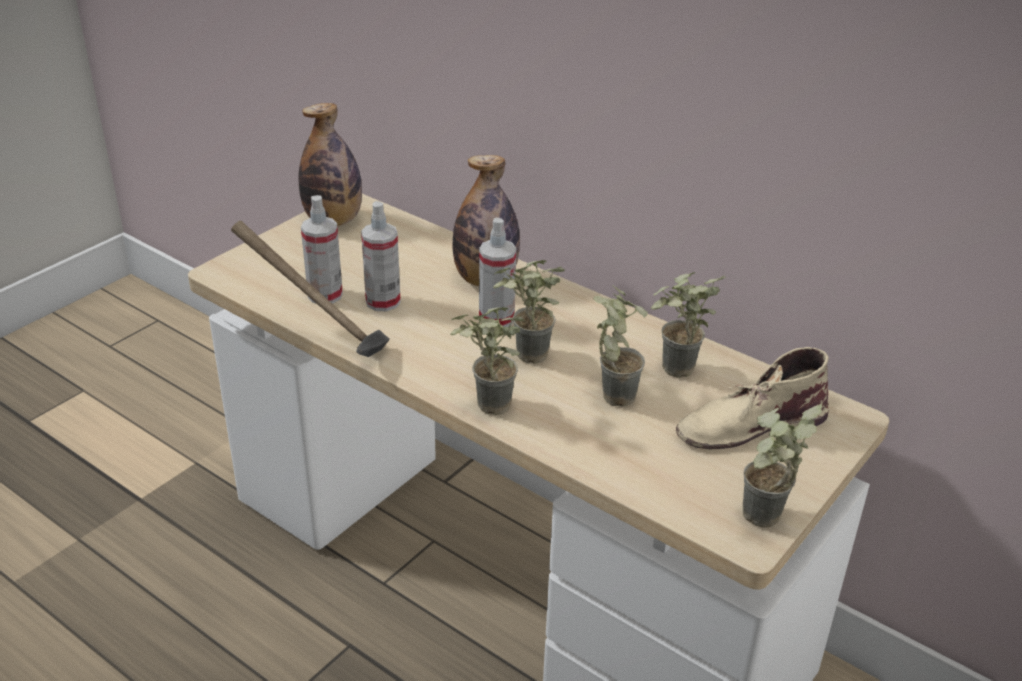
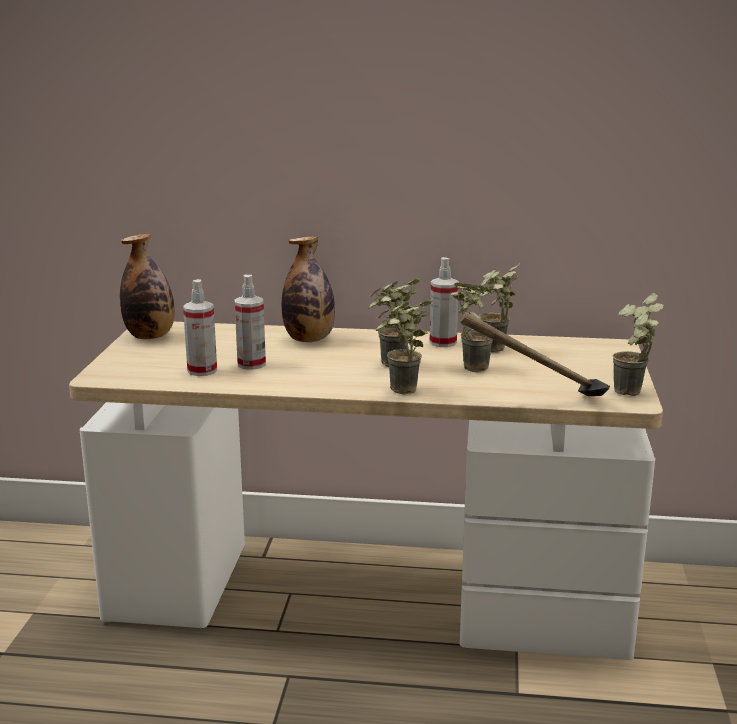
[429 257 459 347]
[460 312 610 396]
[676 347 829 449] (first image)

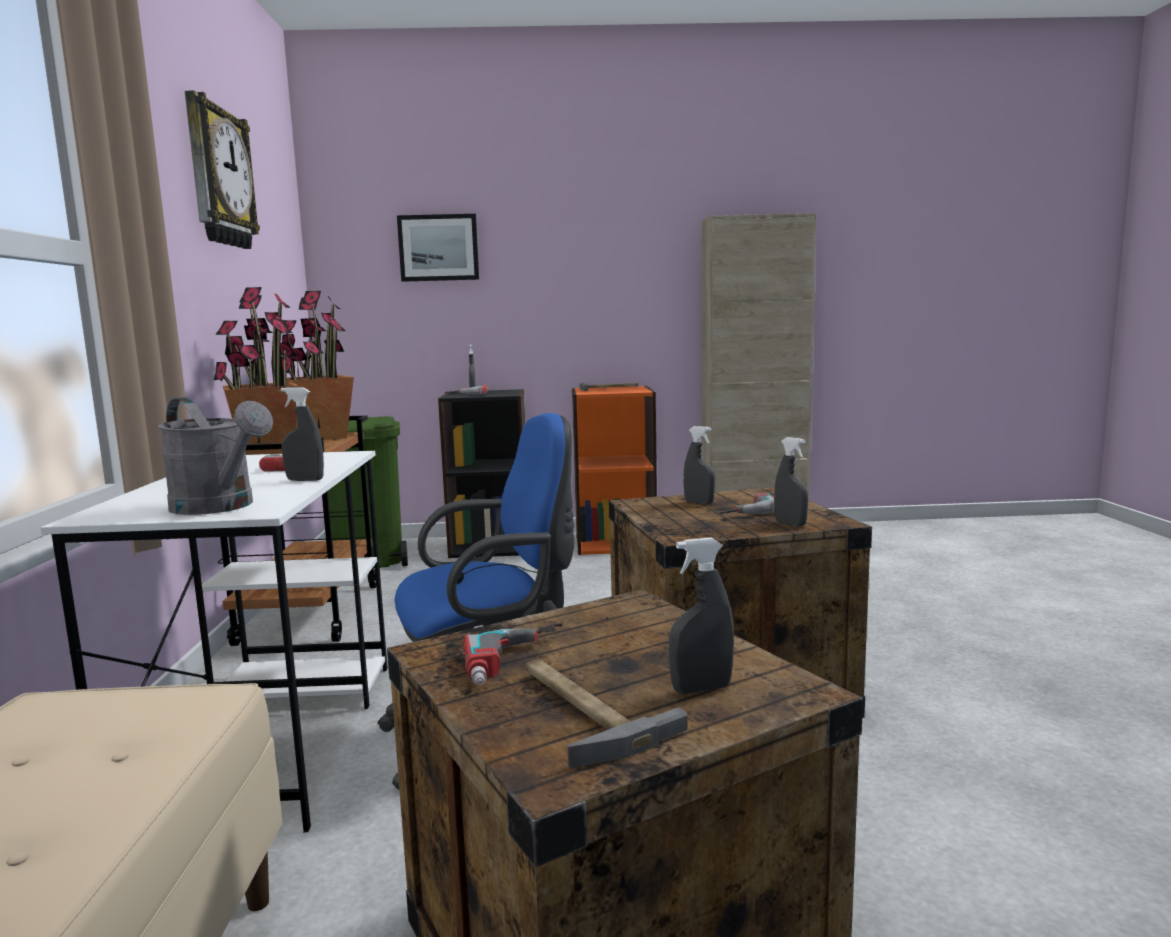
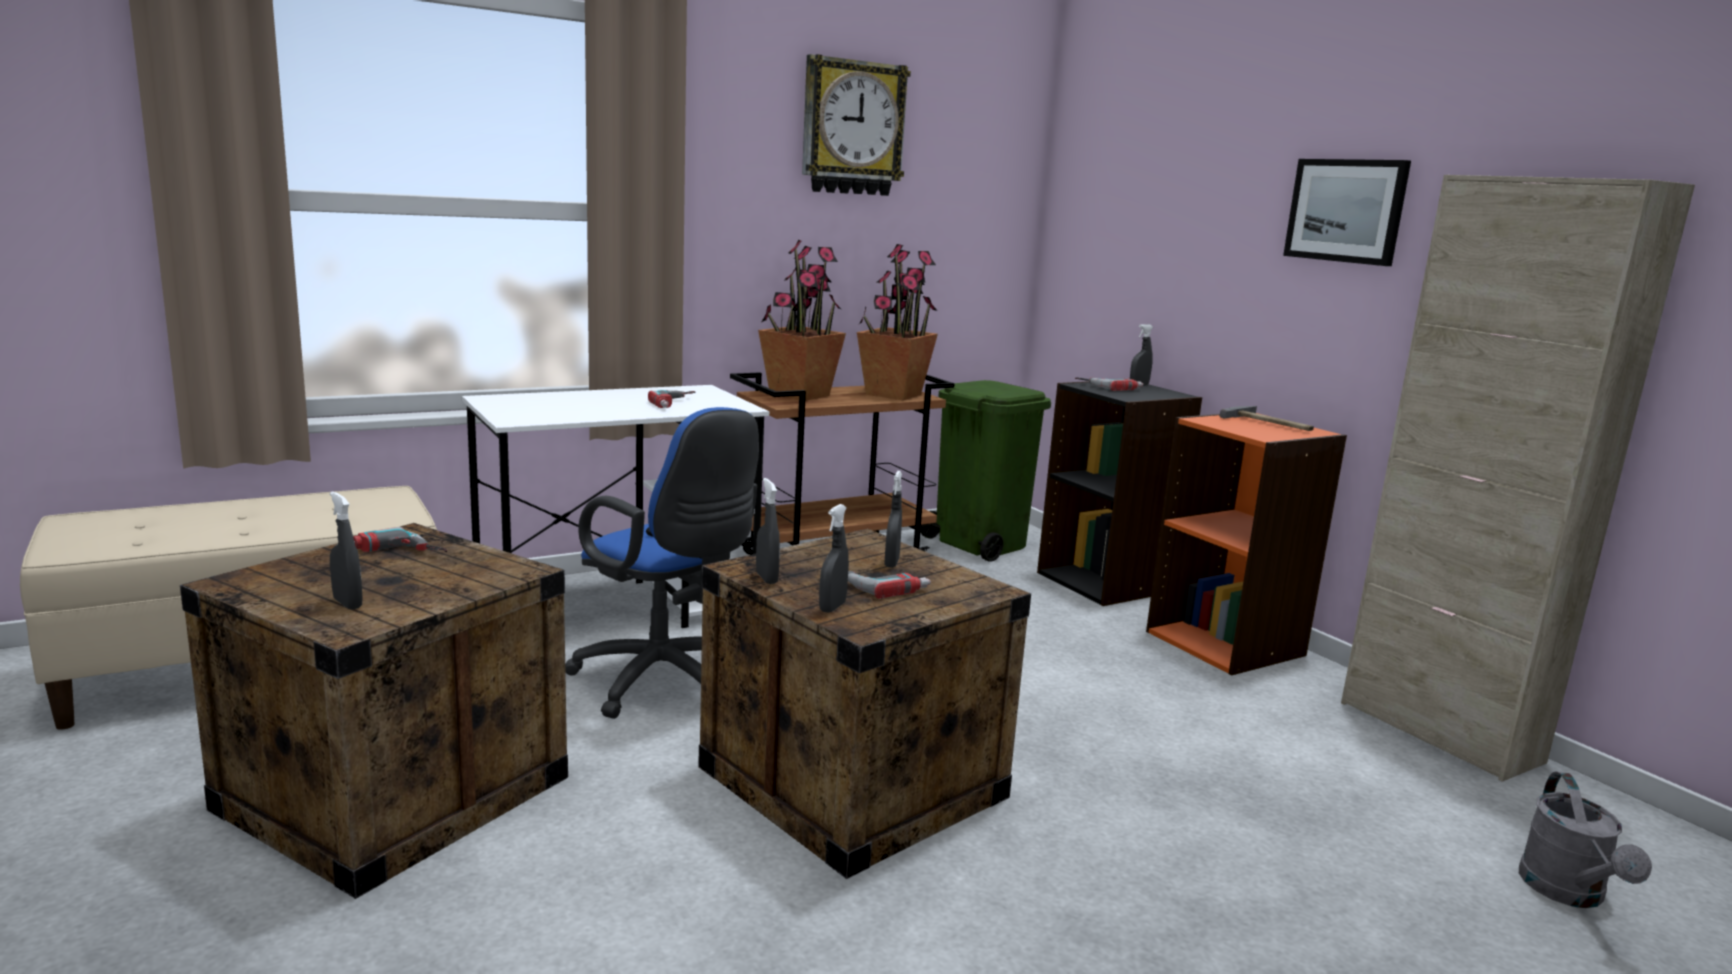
[756 478 780 584]
[1283 159 1411 266]
[1519 772 1652 908]
[525 659 688 768] (first image)

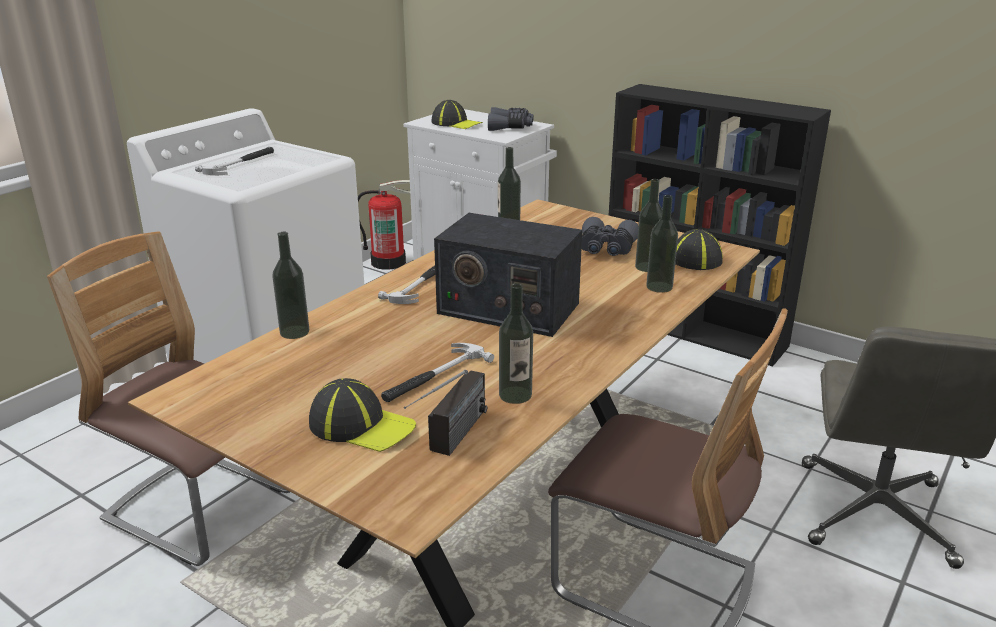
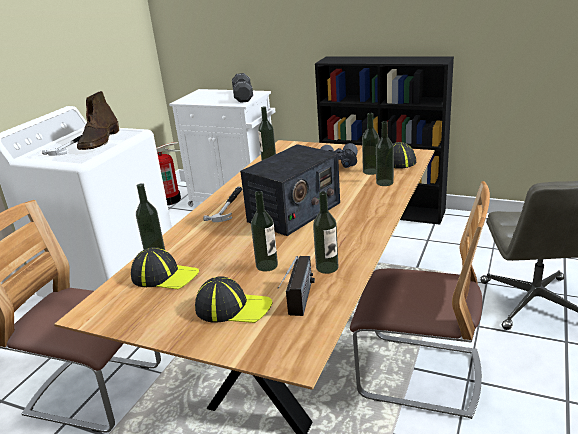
[77 91 119 150]
[131 247 199 289]
[232 73 253 103]
[240 144 340 236]
[251 191 278 272]

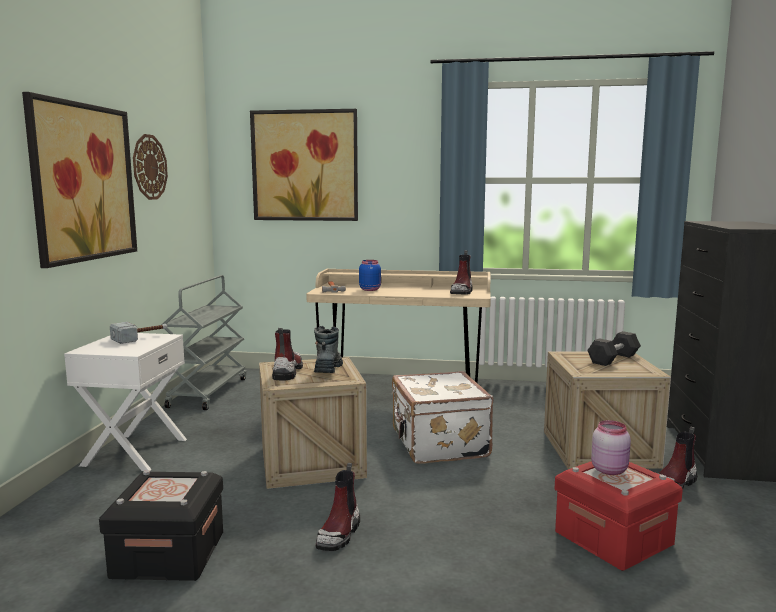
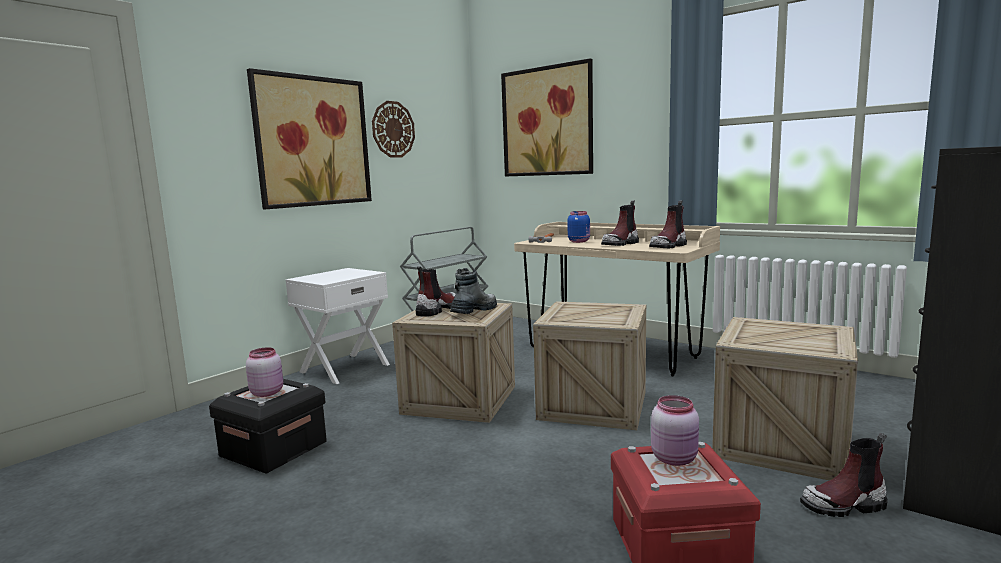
[246 347 283 397]
[533 301 646 430]
[601 201 639 246]
[110 322 167 344] (first image)
[587 331 641 366] (first image)

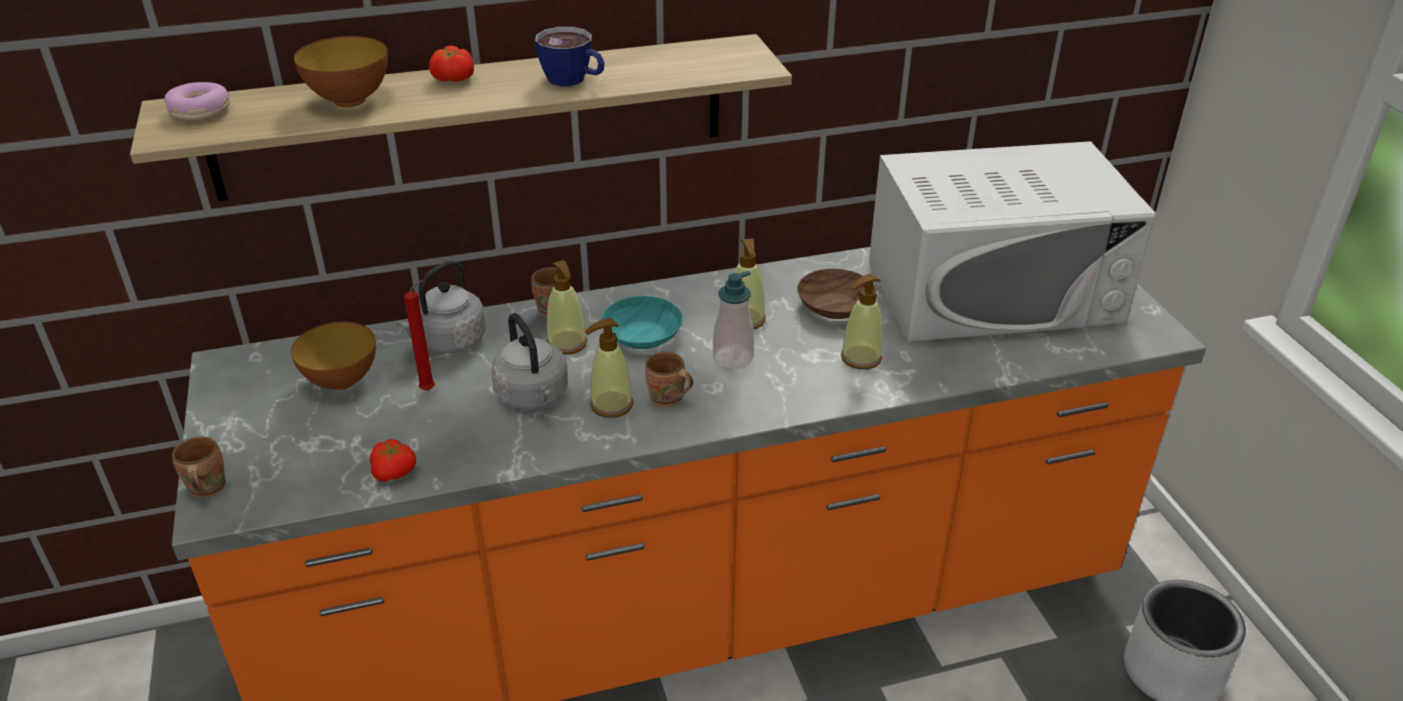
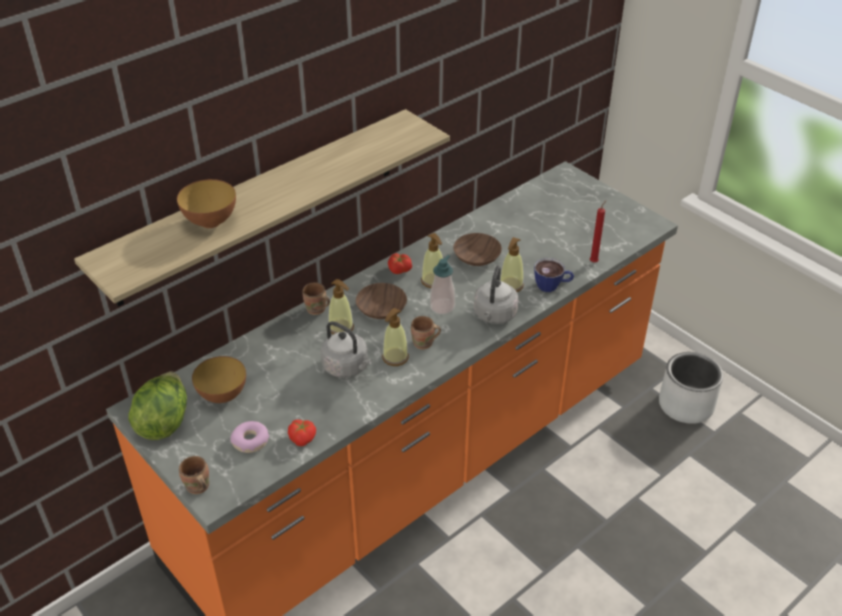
[128 371 187 440]
[230 421 269 453]
[356 283 407 319]
[388 253 412 274]
[474 266 518 324]
[534 258 574 292]
[590 201 606 263]
[869 141 1156 342] (first image)

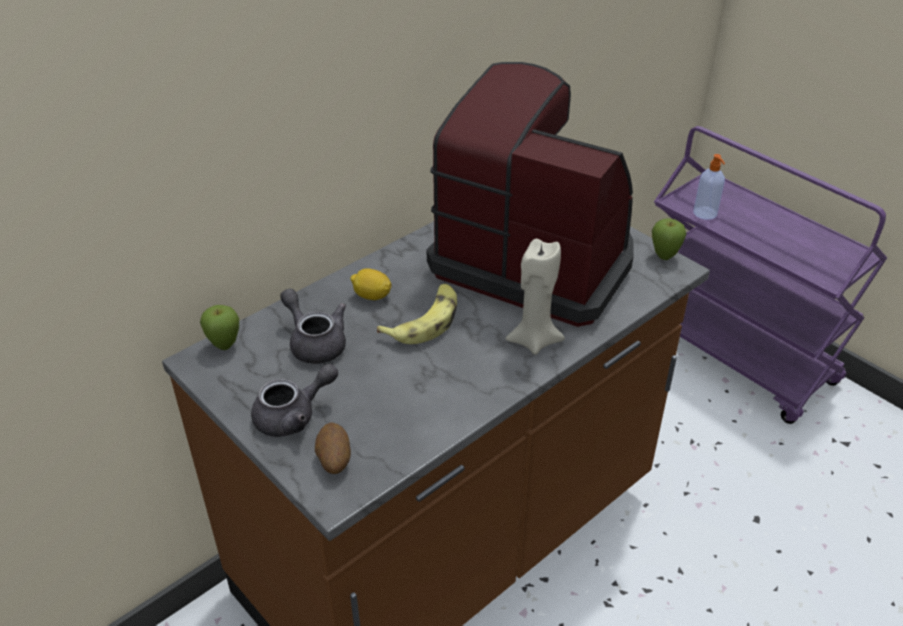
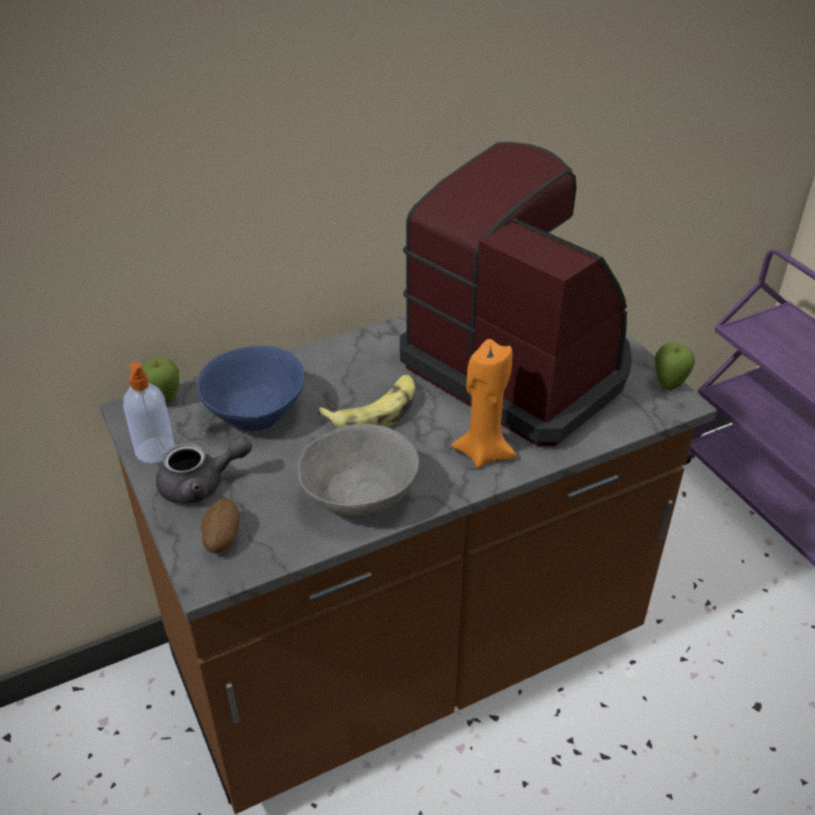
[123 362 175 463]
[197 346 304 431]
[298 424 419 517]
[451 339 516 468]
[350 269 392 300] (first image)

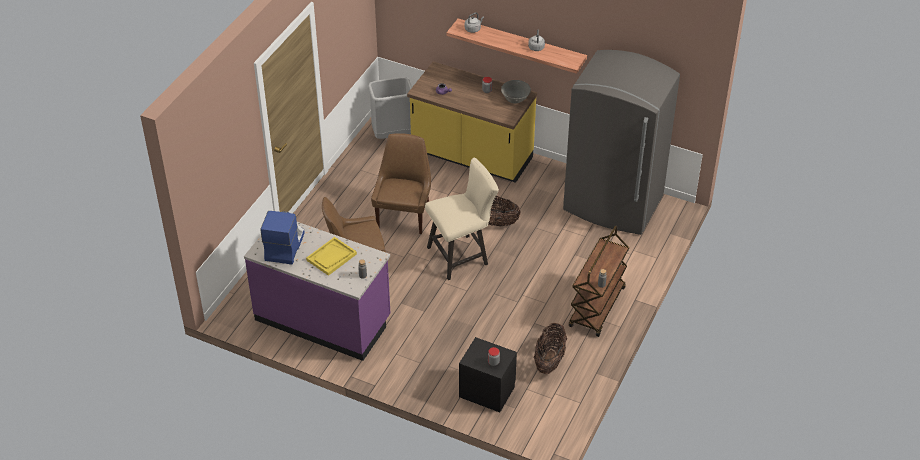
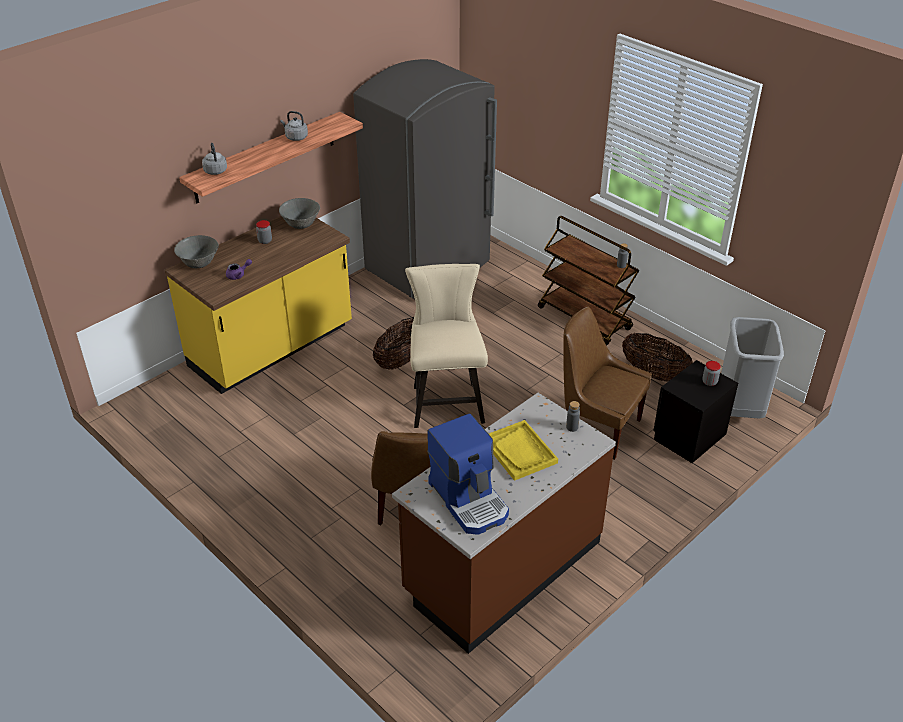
[174 235 219 268]
[392 393 616 654]
[427 413 509 535]
[563 307 652 460]
[721 317 784 419]

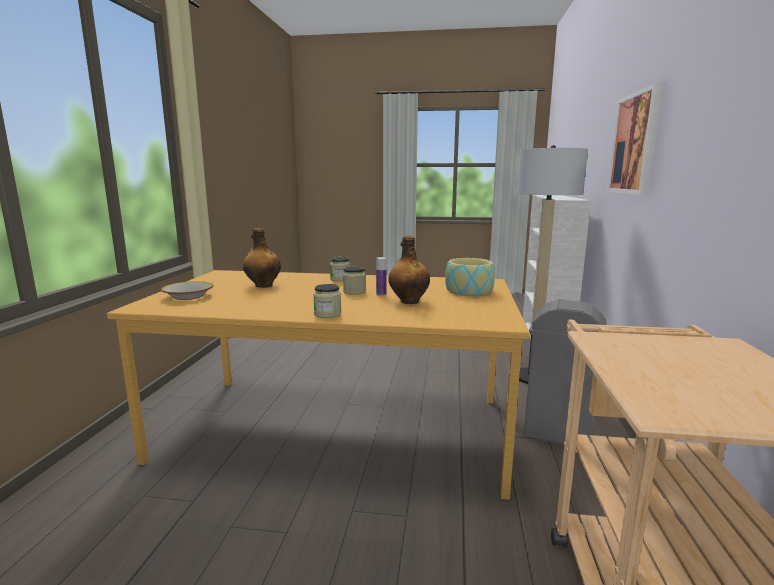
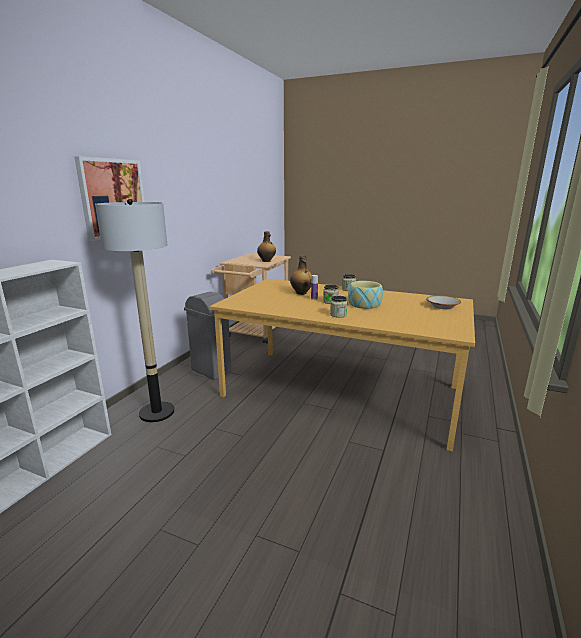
[257 231 276 262]
[348 281 383 309]

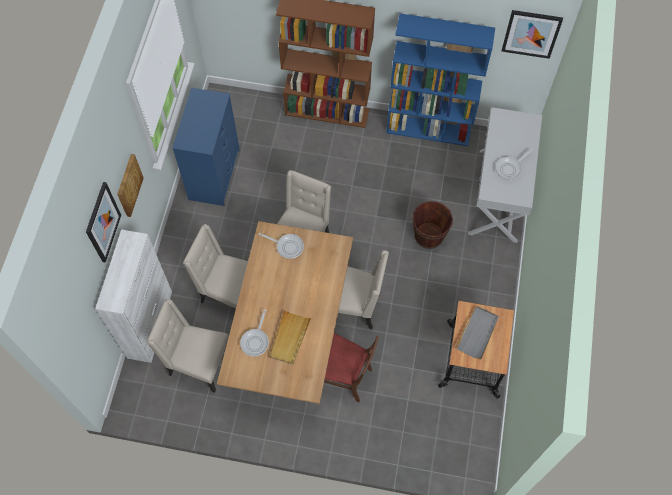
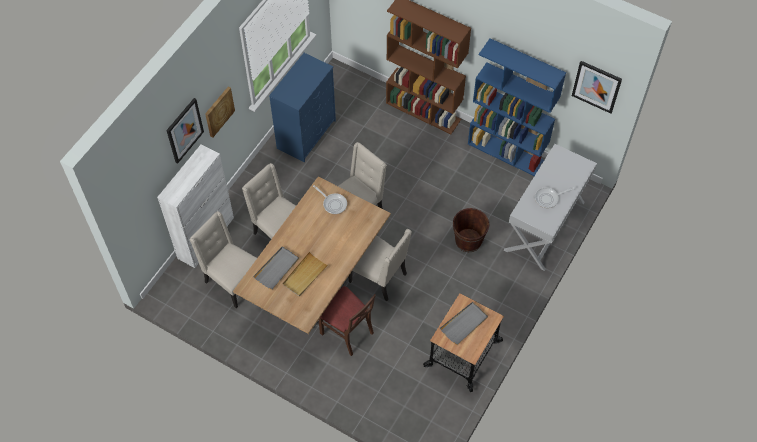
[253 246 299 290]

